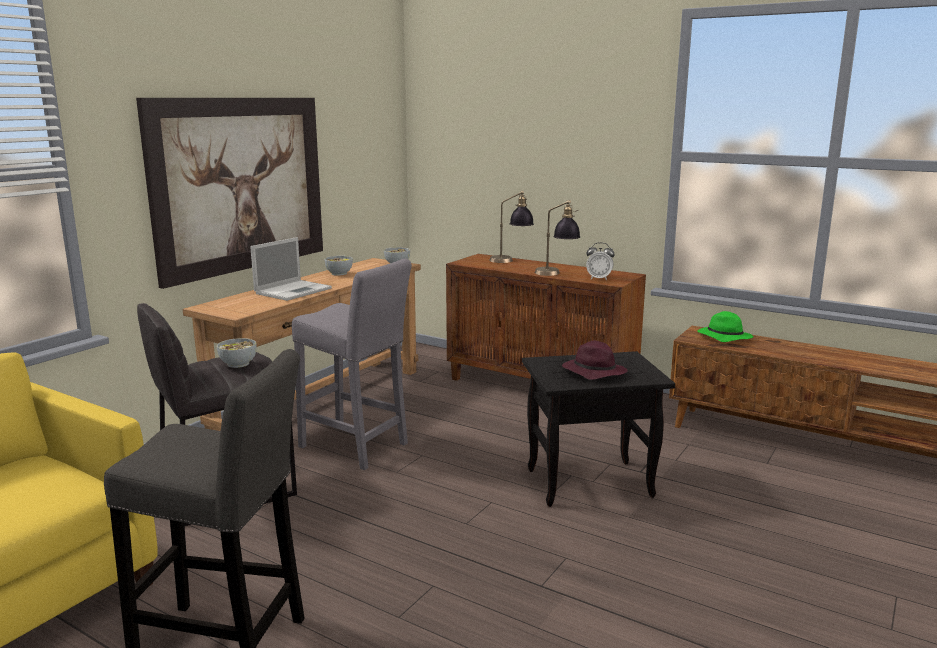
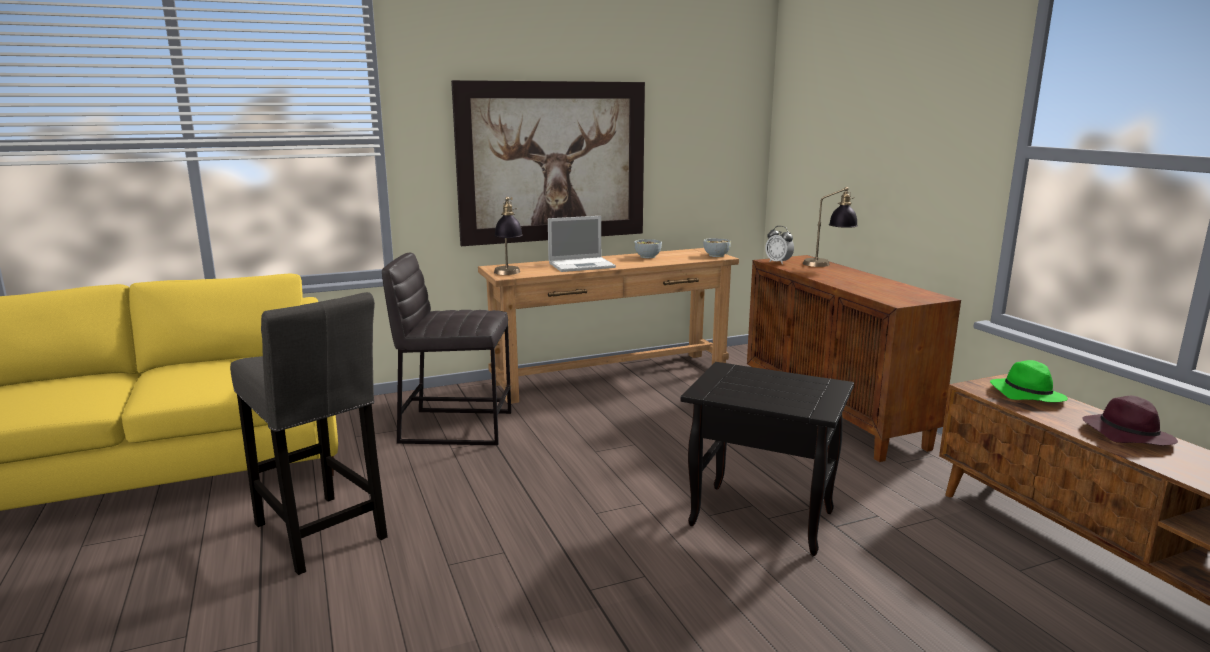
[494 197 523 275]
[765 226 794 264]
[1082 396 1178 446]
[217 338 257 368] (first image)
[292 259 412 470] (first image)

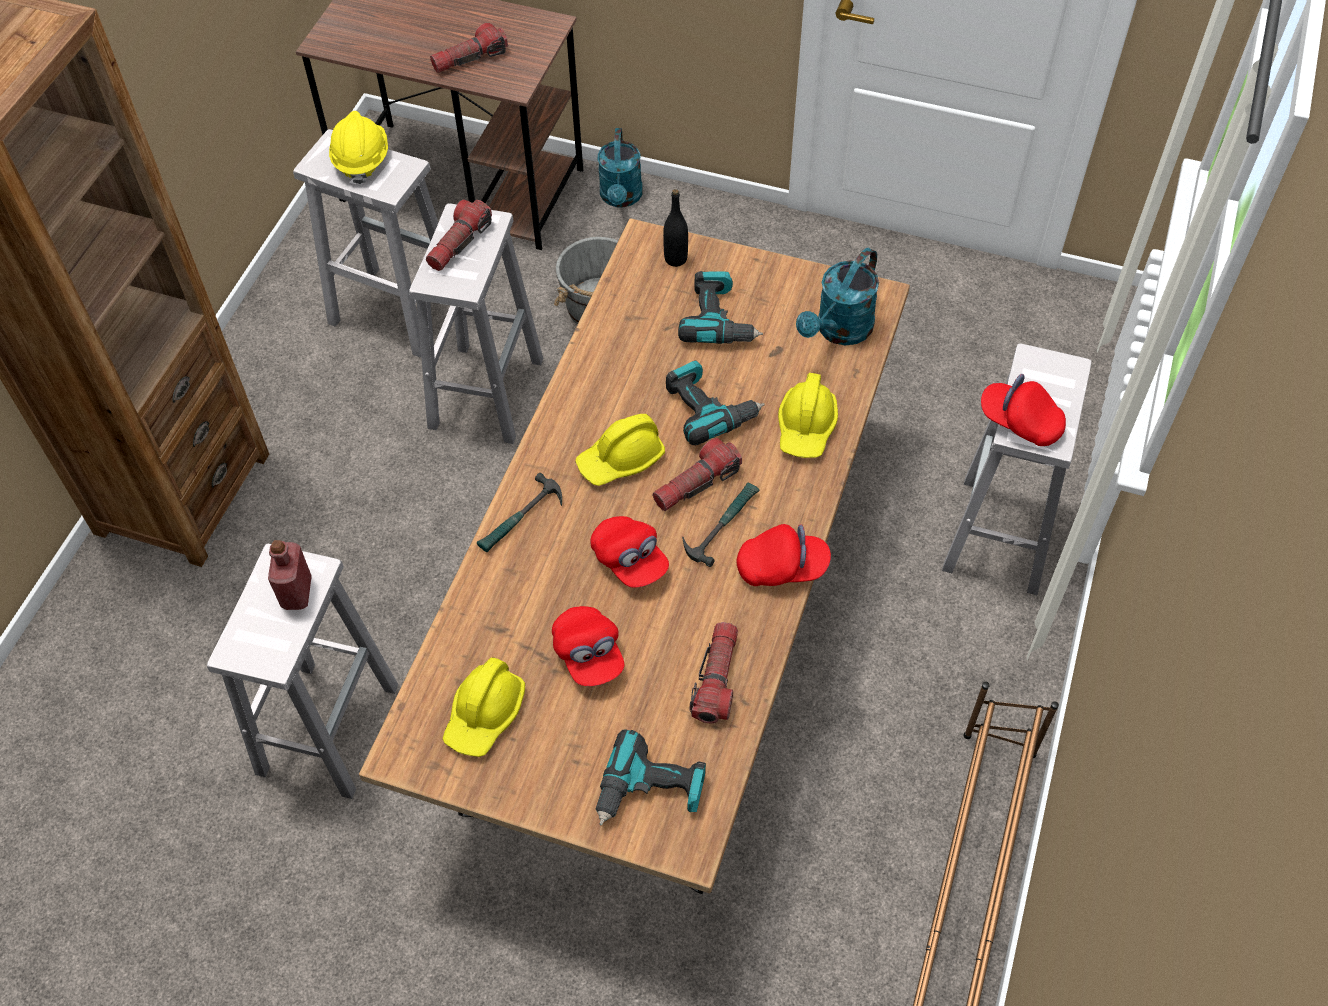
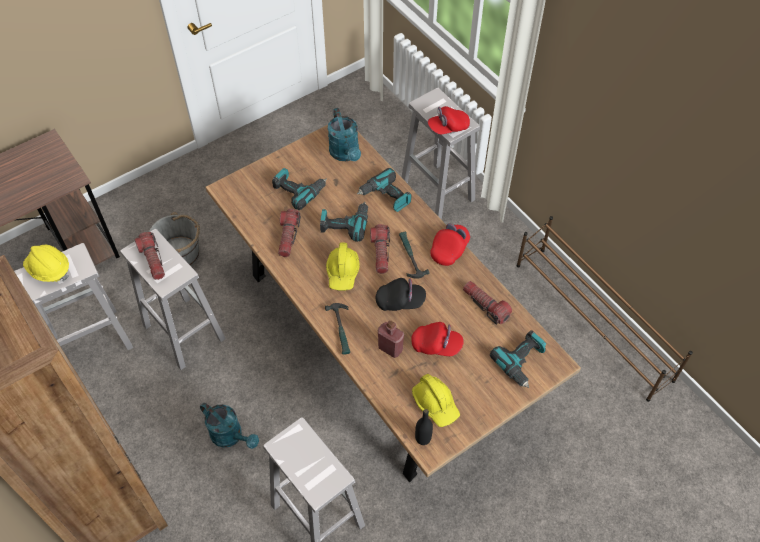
[200 403 259 449]
[278 209 301 257]
[357 168 411 212]
[375 278 426 311]
[378 321 404 358]
[415 409 433 445]

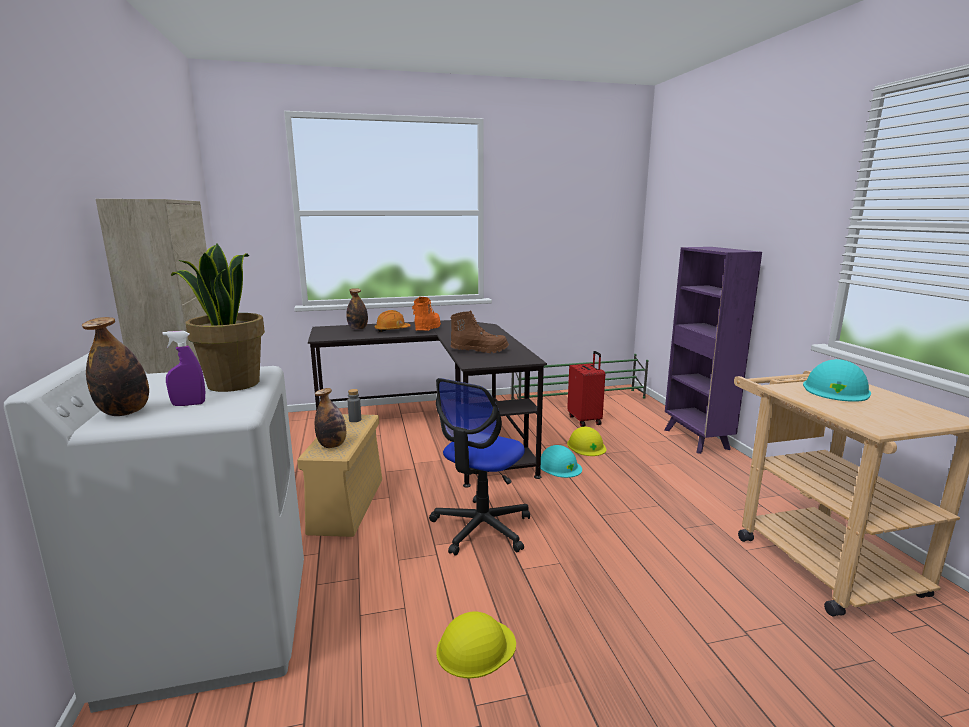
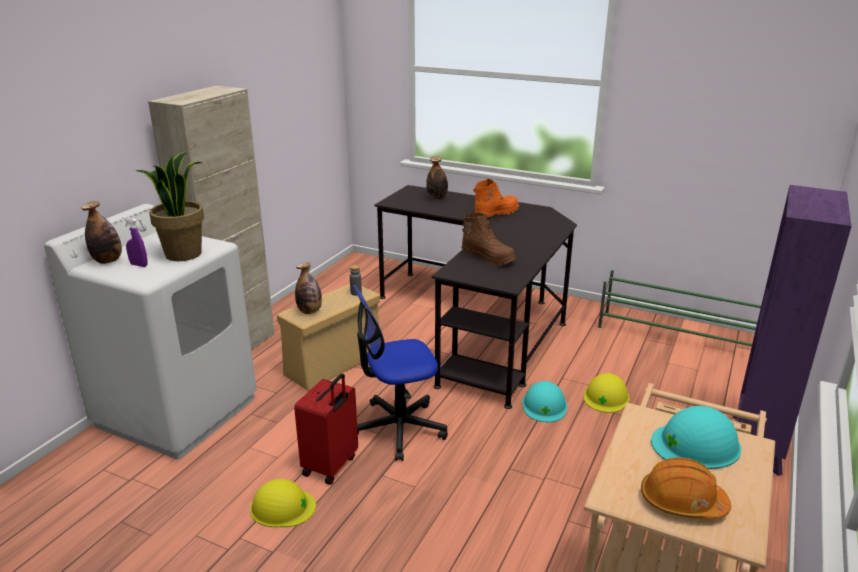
[294 373 358 485]
[641 457 731 519]

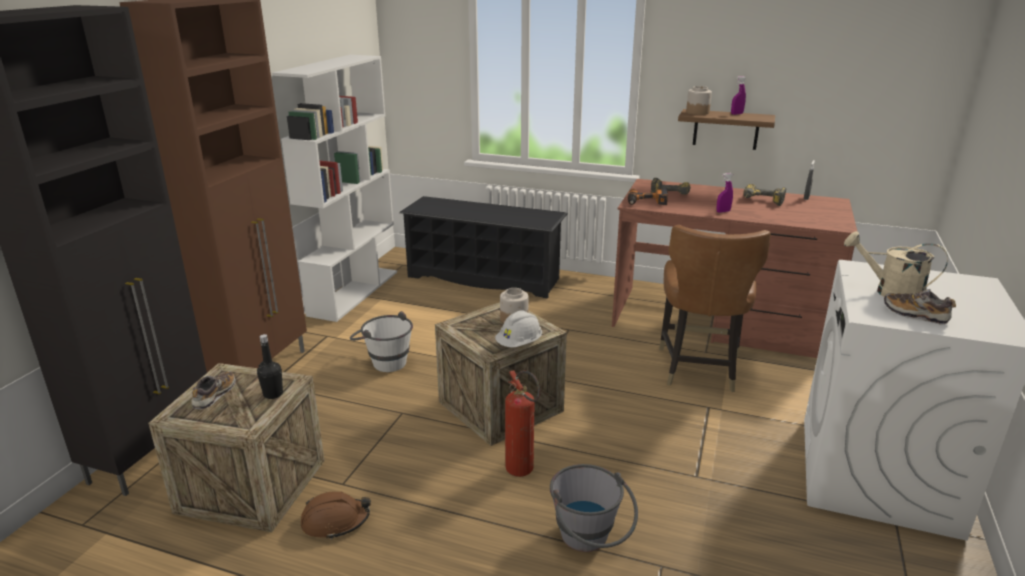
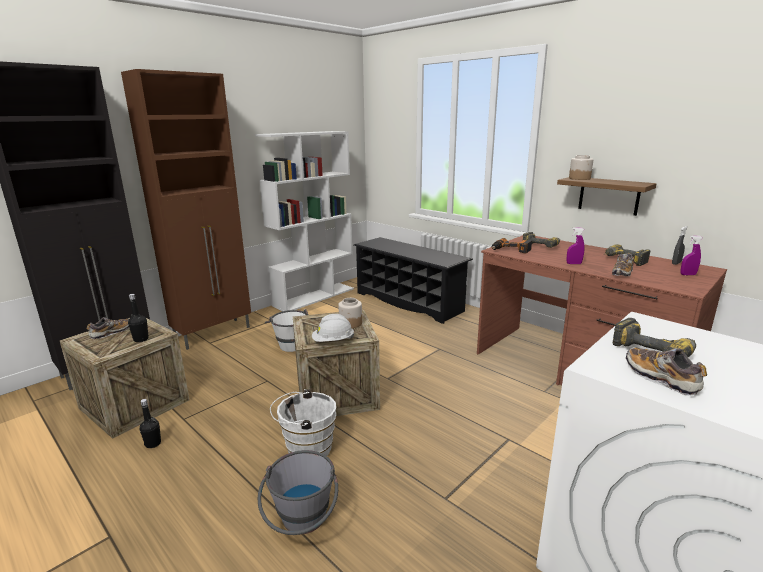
[140 399 161 448]
[270 389 336 456]
[612 253 634 277]
[612 318 696 357]
[681 236 702 275]
[659 225 771 392] (first image)

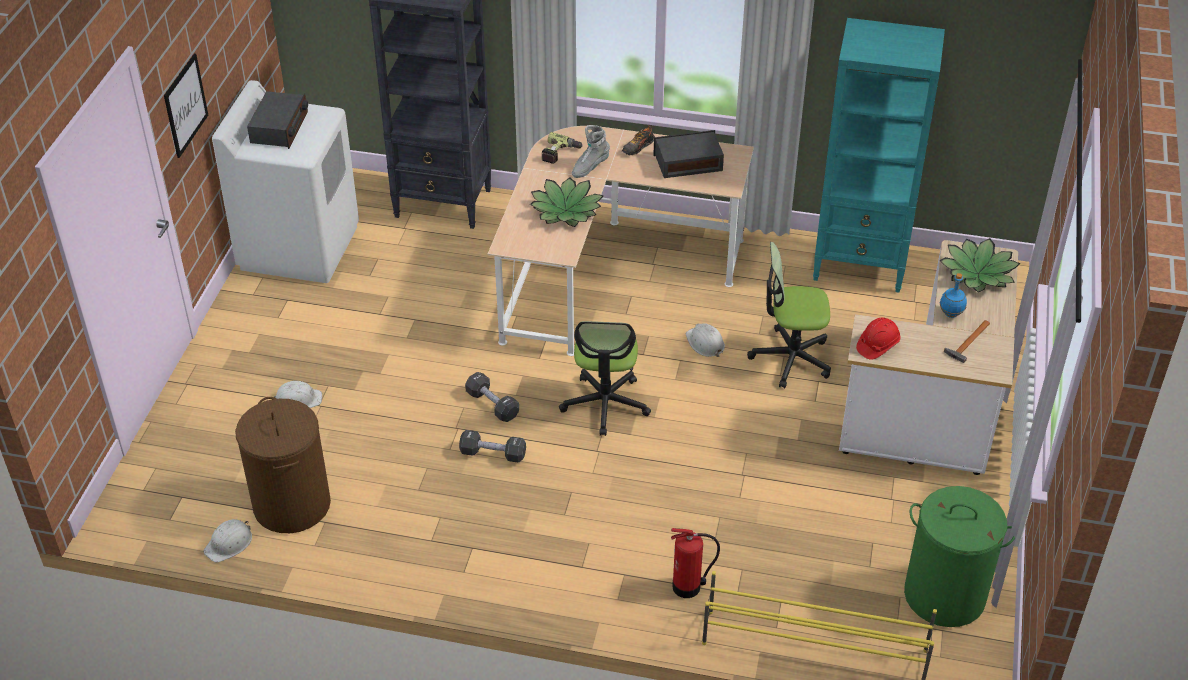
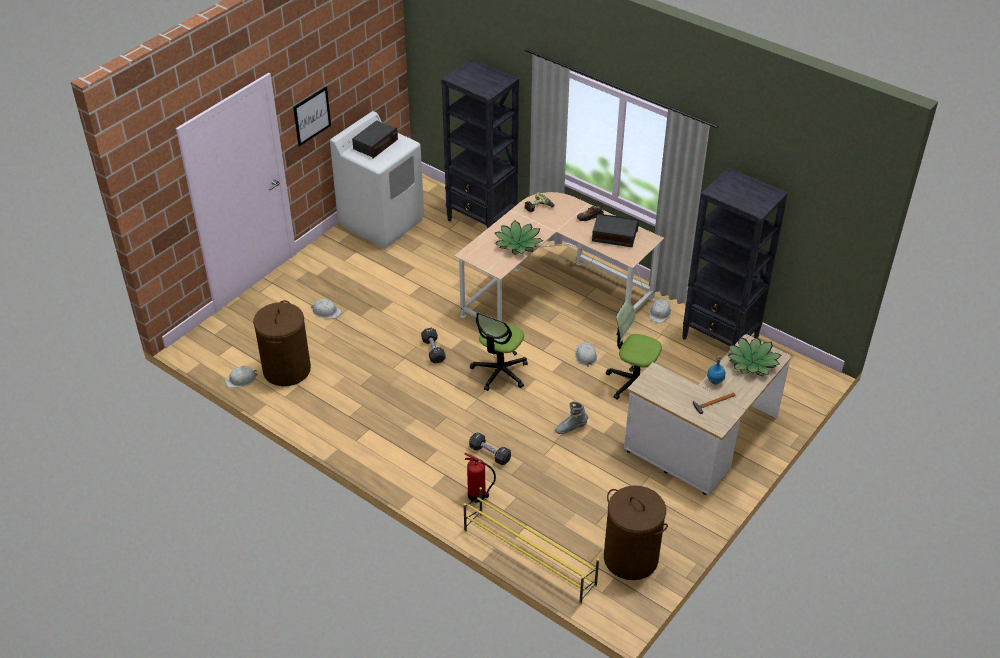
[469 432 511 465]
[555 401 588 434]
[604 485 668 580]
[649 299 671 323]
[682 168 788 345]
[856 317 900 360] (first image)

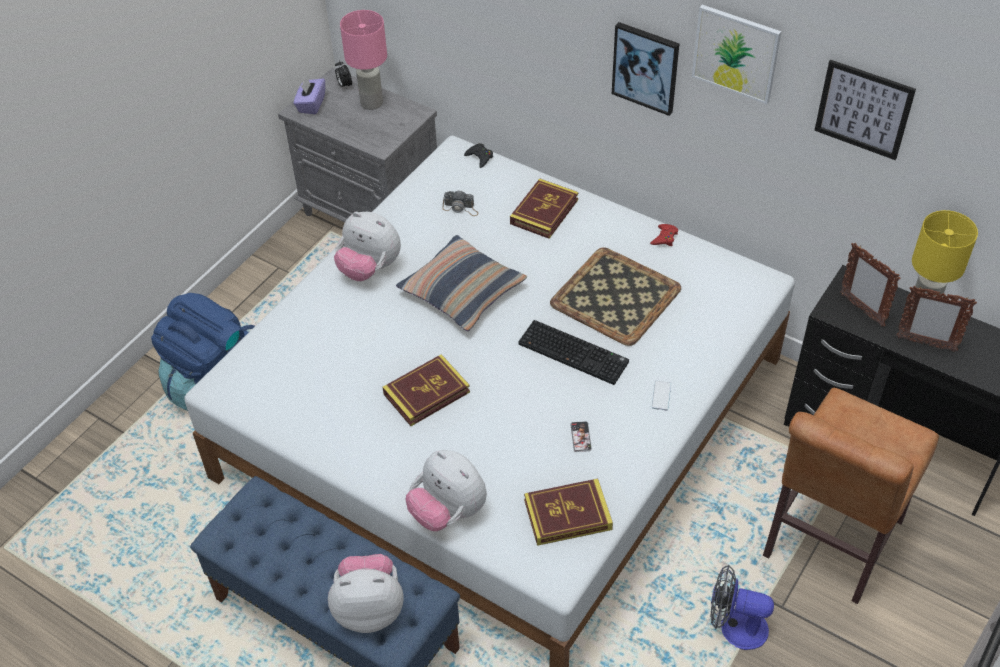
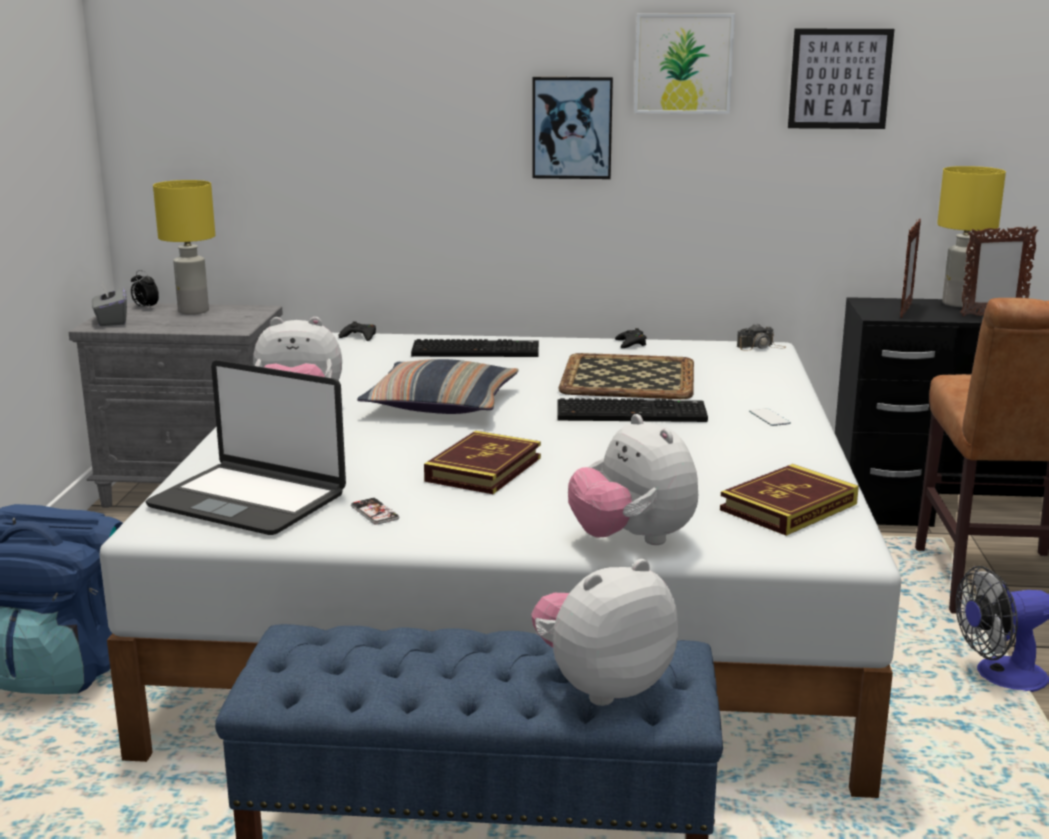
[92 282 127 326]
[145 360 346 535]
[153 180 215 315]
[351 497 400 525]
[411 339 539 357]
[568 414 698 545]
[615 328 646 348]
[737 324 786 351]
[900 219 921 318]

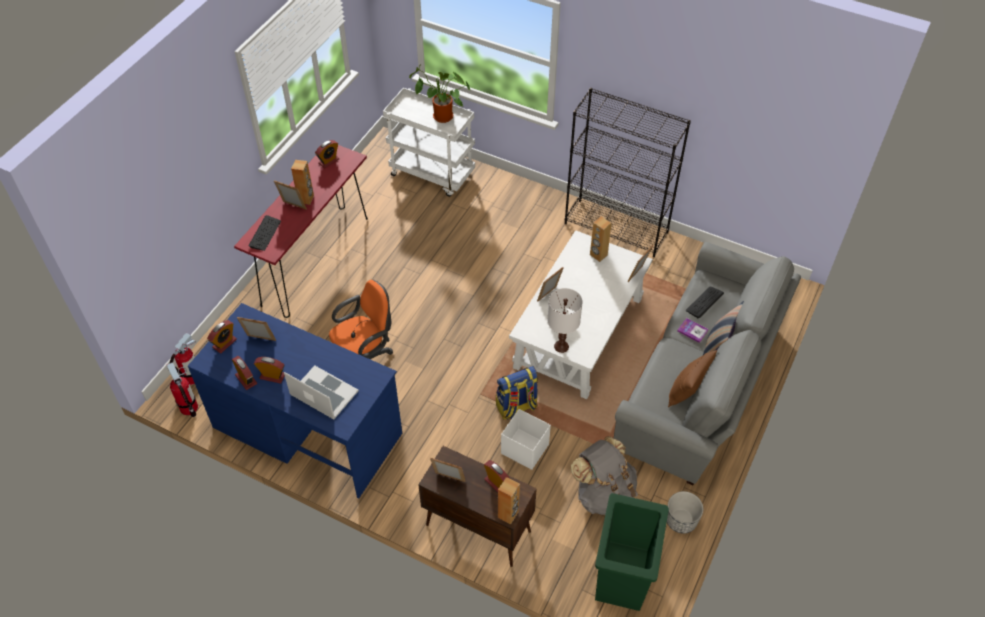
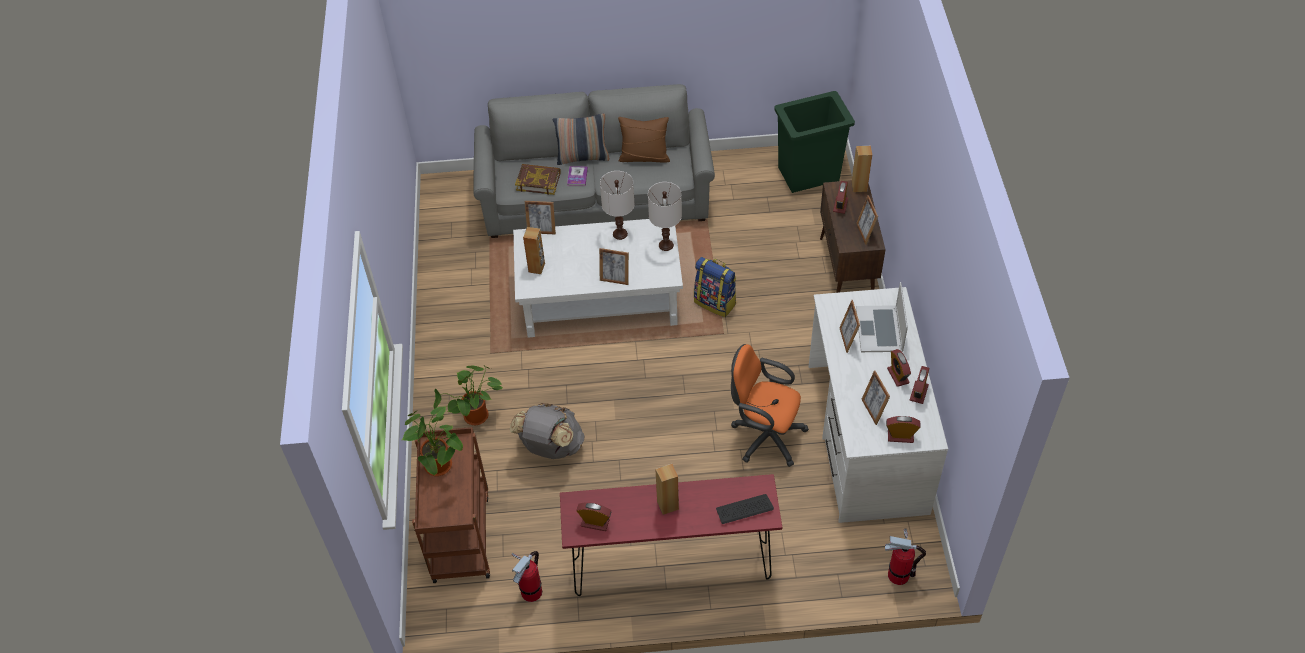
[412 427 490 583]
[434 364 503 425]
[510 403 585 459]
[511 551 542 602]
[515 164 561 195]
[600 171 635 240]
[809 287 948 523]
[839 300 860 353]
[501 409 551 470] (first image)
[565 88 691 257] (first image)
[667 491 703 534] (first image)

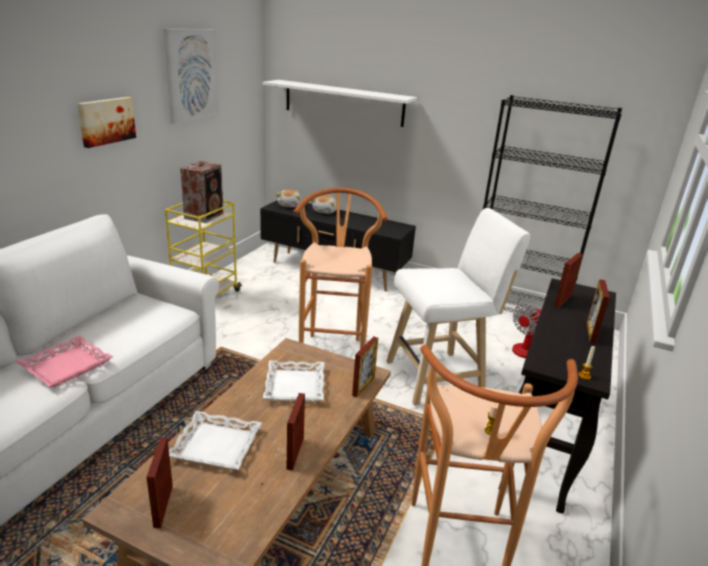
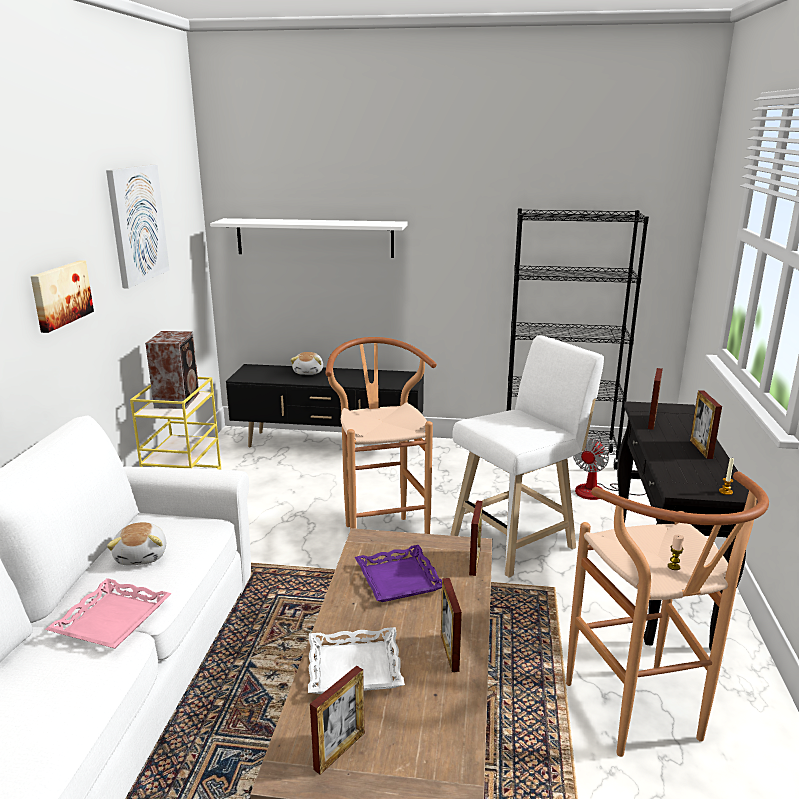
[107 522 166 565]
[310 666 365 775]
[355 545 442 602]

